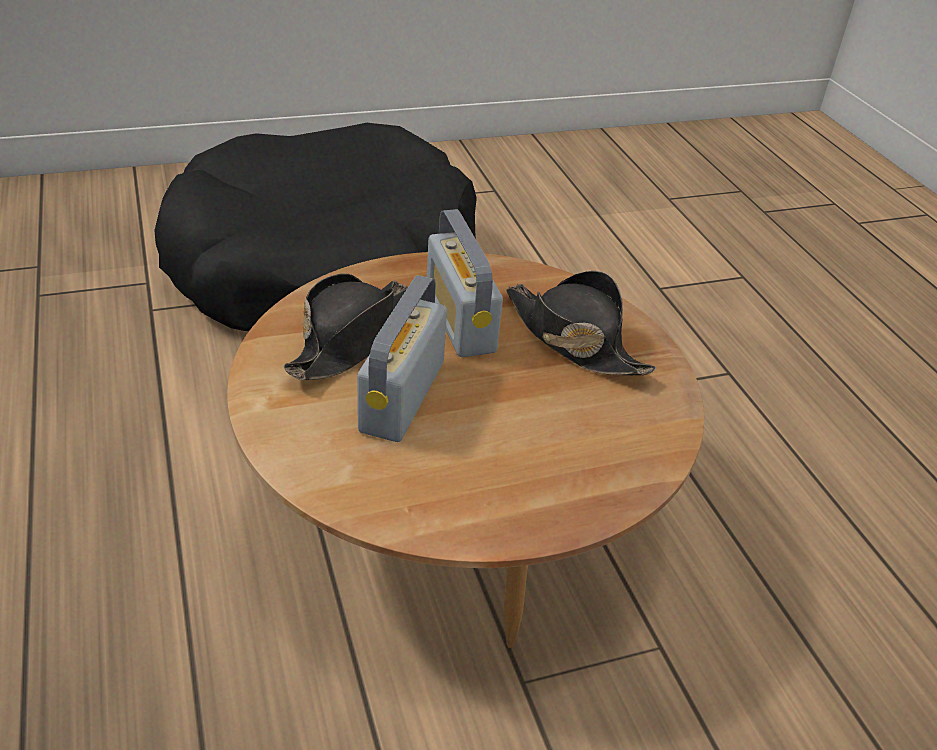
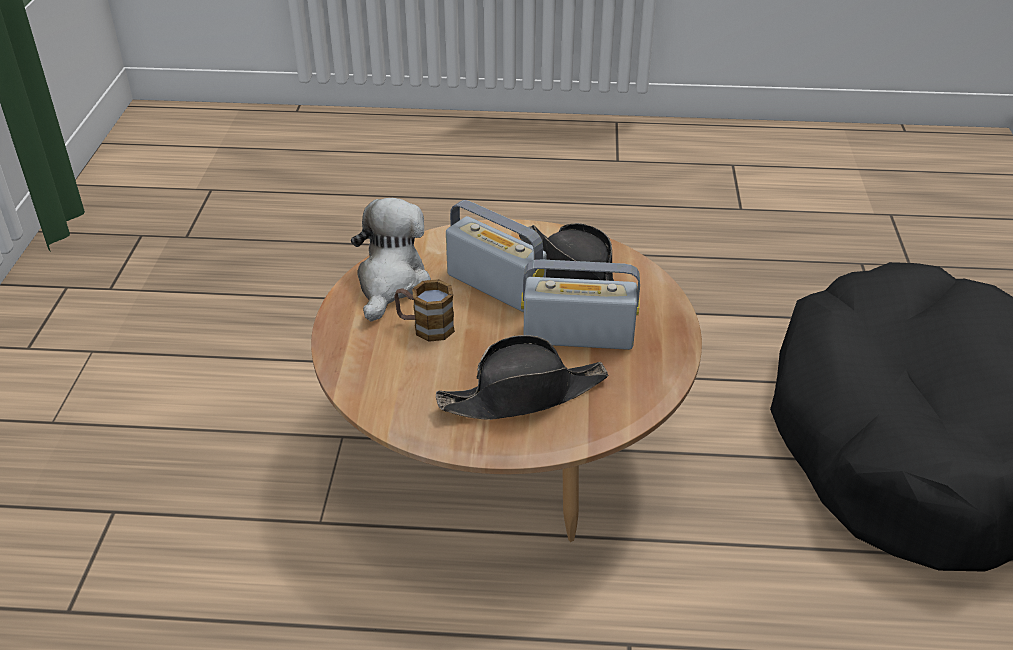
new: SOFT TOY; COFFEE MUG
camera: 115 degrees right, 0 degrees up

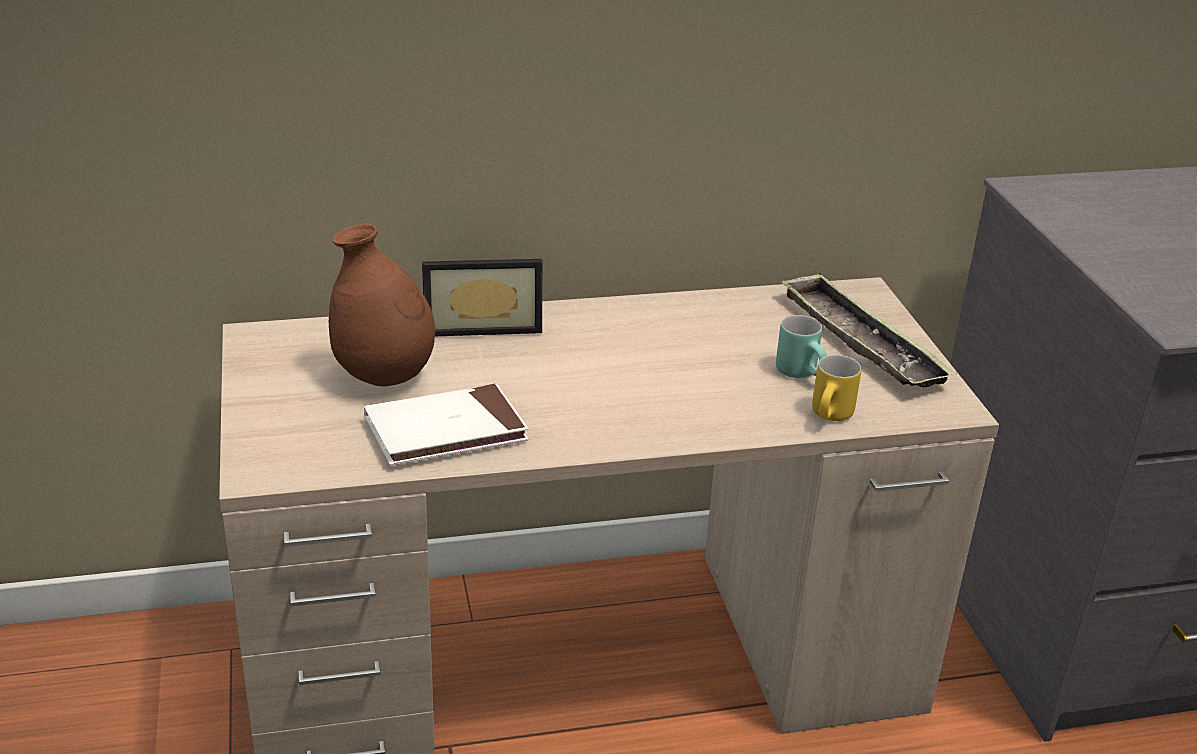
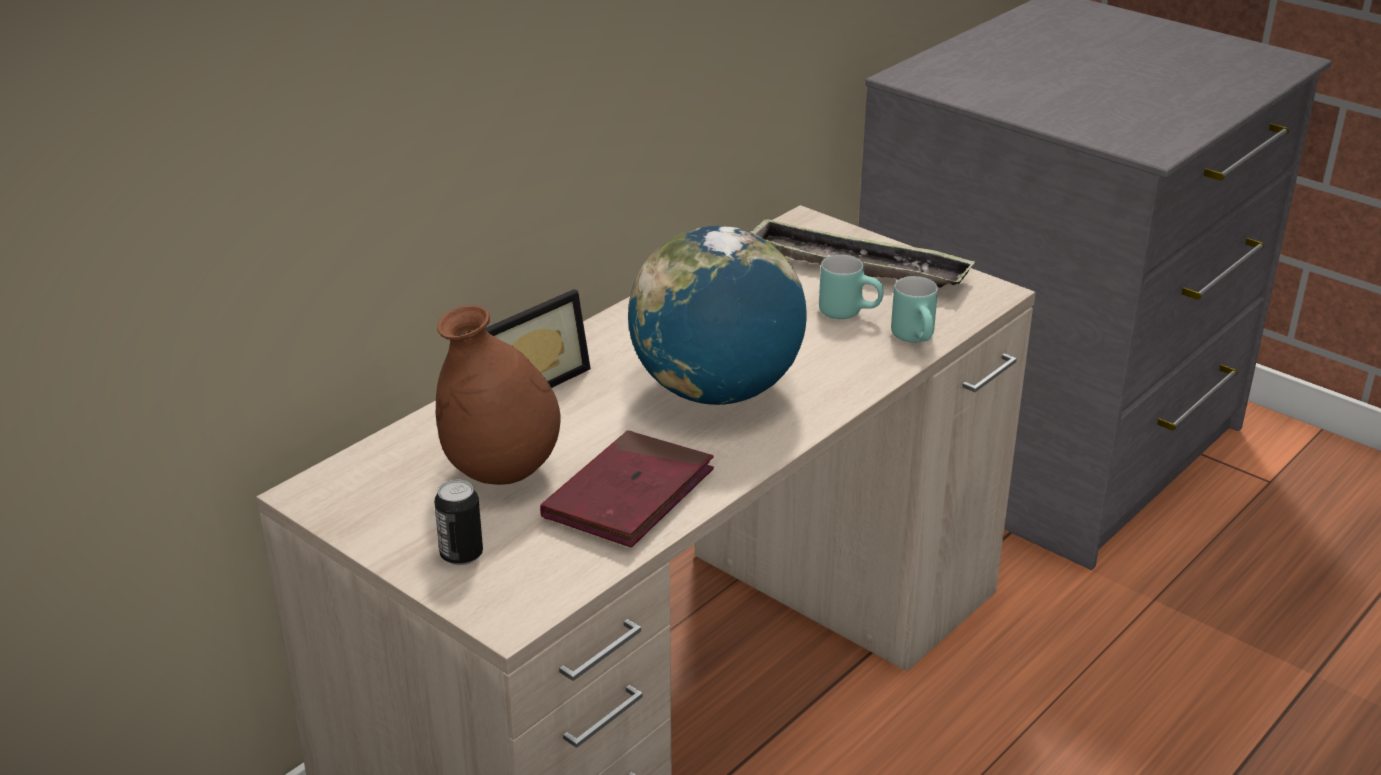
new: CAN; WORLD GLOBE
repainted: WHITE-COLOURED BOUND BOOK to RED-COLOURED BOUND BOOK; YELLOWISH COFFEE MUG to TURQUOISE-COLOURED COFFEE MUG (no. 2 from left)
camera: 35 degrees left, 0 degrees up

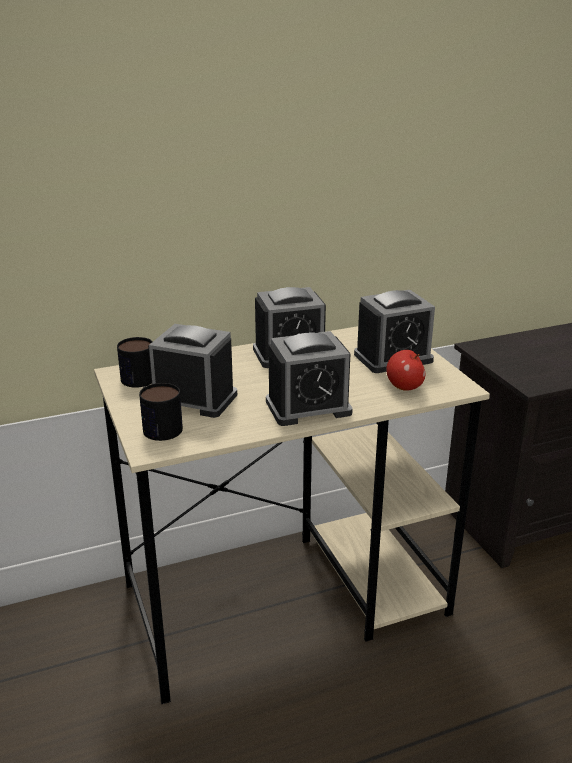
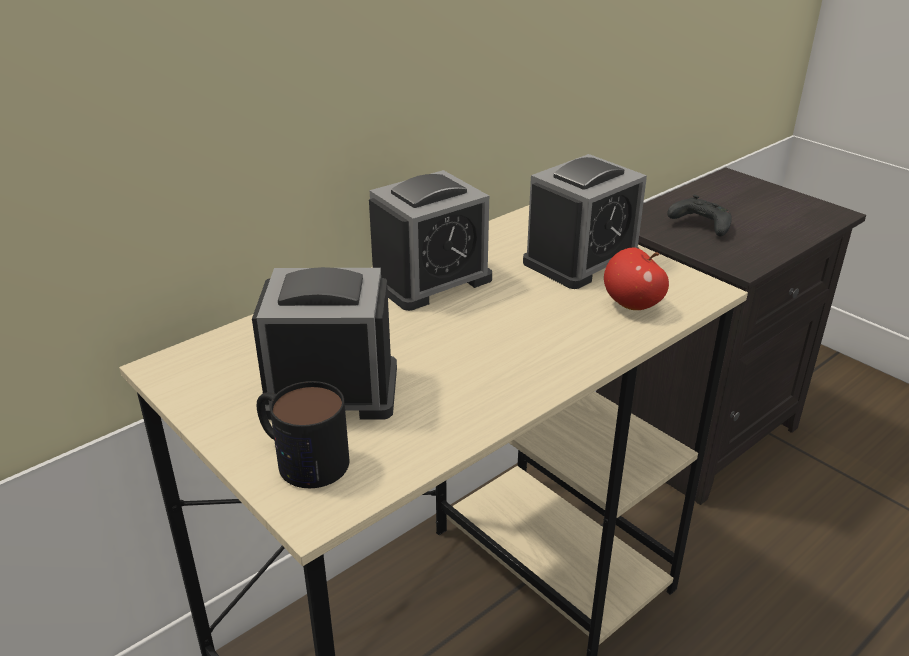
gone: COFFEE MUG (no. 1 from left); BEDSIDE CLOCK (no. 3 from left)
new: BLACKISH JOYPAD
camera: 20 degrees left, 5 degrees up

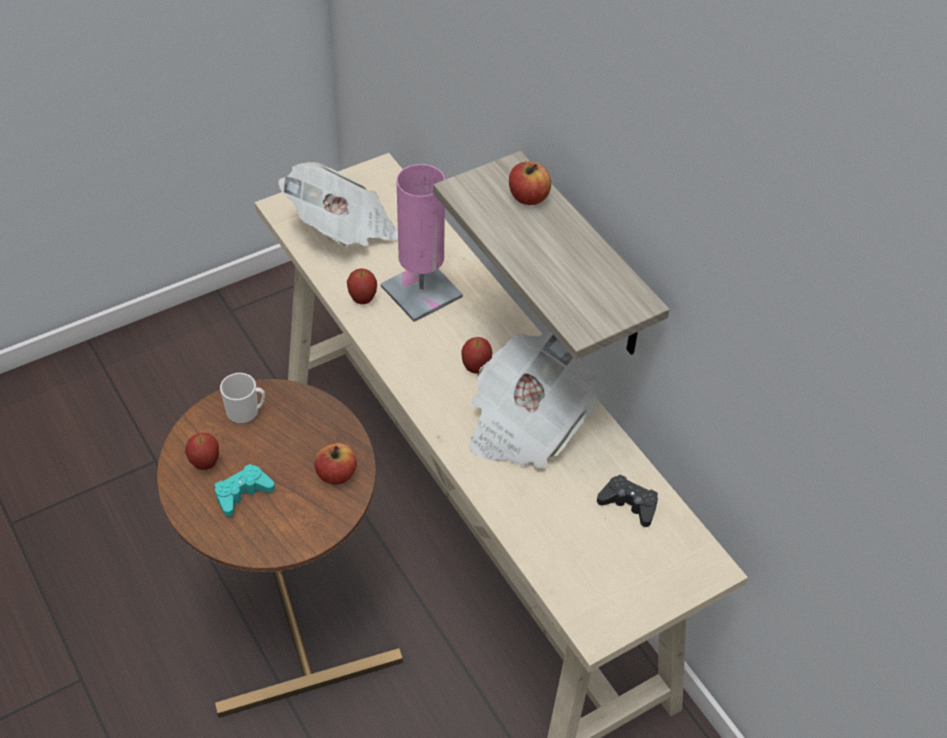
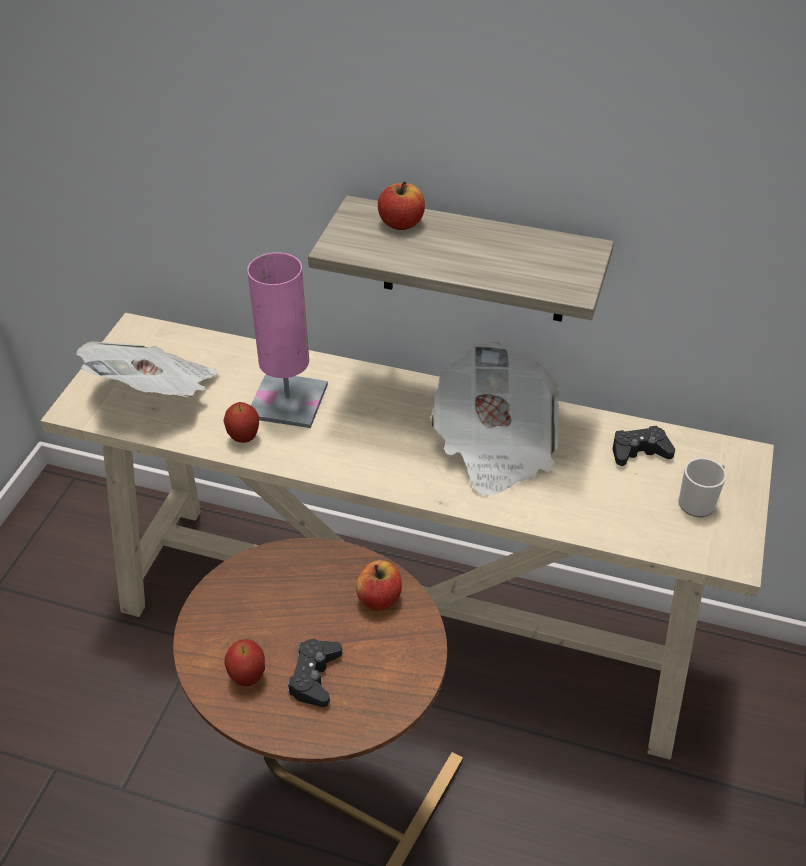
gone: APPLE FRUIT (no. 4 from left)
shifted: COFFEE MUG
repainted: TURQUOISE-COLOURED JOYPAD to BLACKISH JOYPAD (no. 1 from left)
camera: 40 degrees left, 5 degrees down

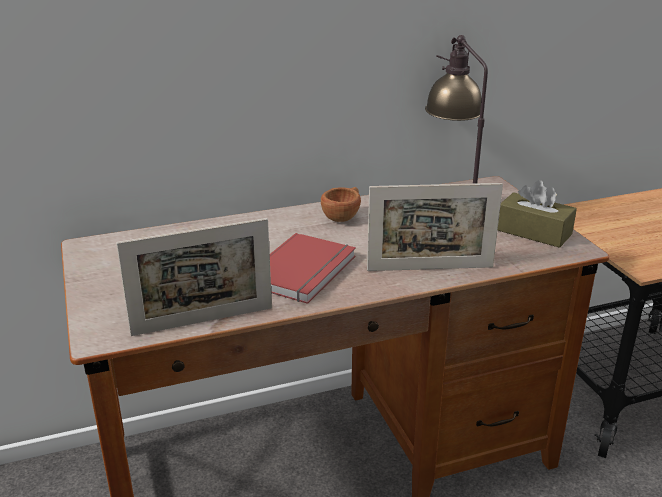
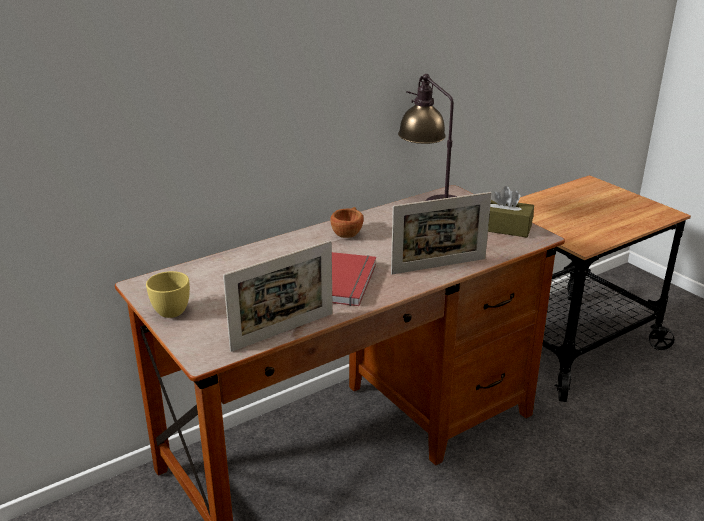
new: YELLOWISH DRINKING CUP
camera: 15 degrees left, 0 degrees up

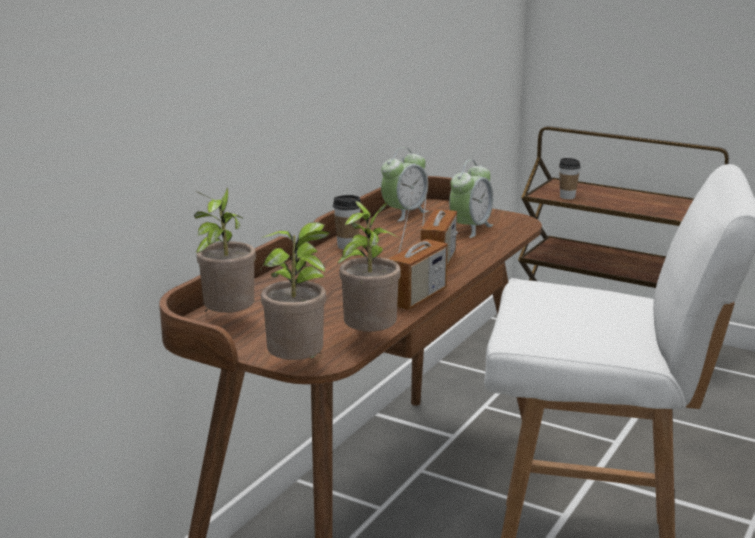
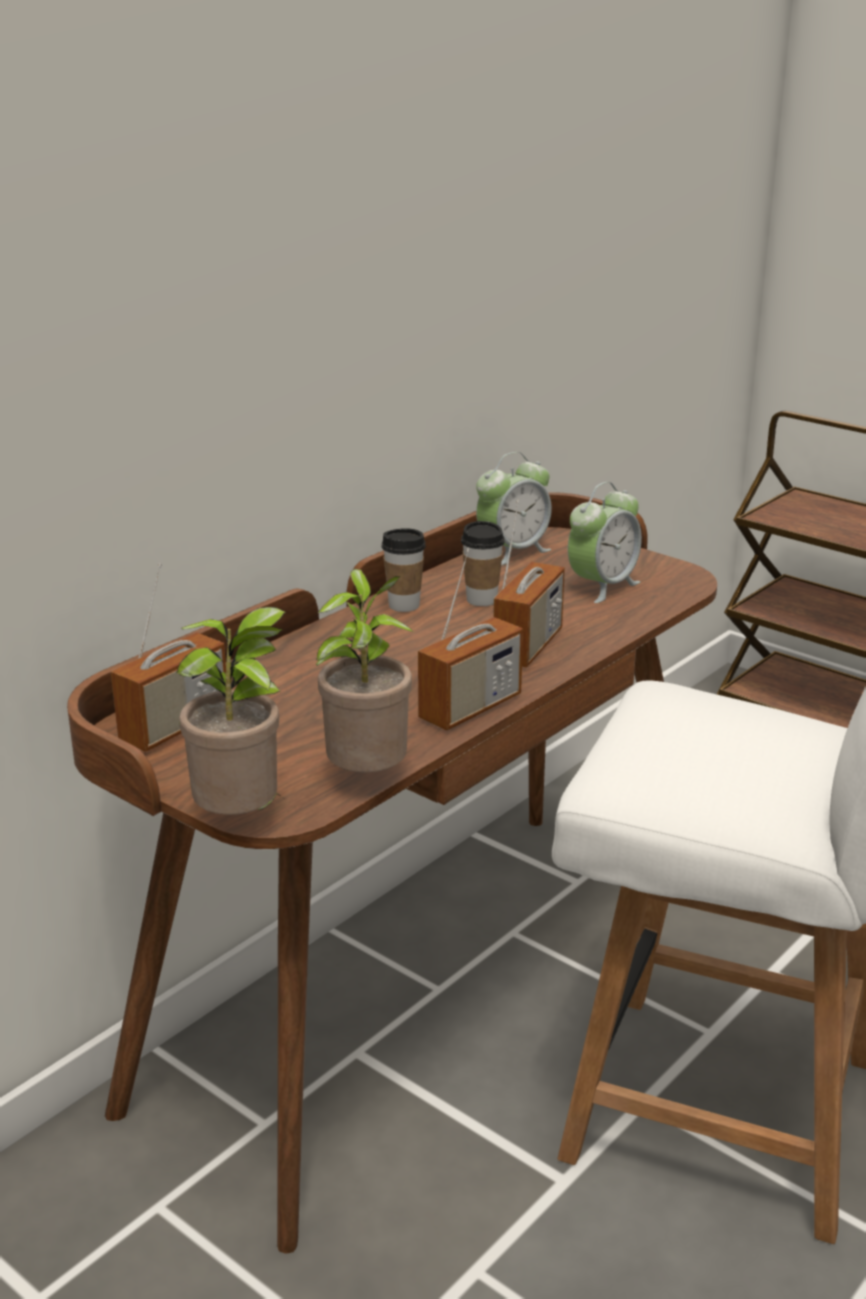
shifted: DRINKING CUP (no. 2 from left)
swapped: HOUSEPLANT (no. 1 from left) to RADIO SET (no. 1 from left)
camera: 10 degrees right, 5 degrees up

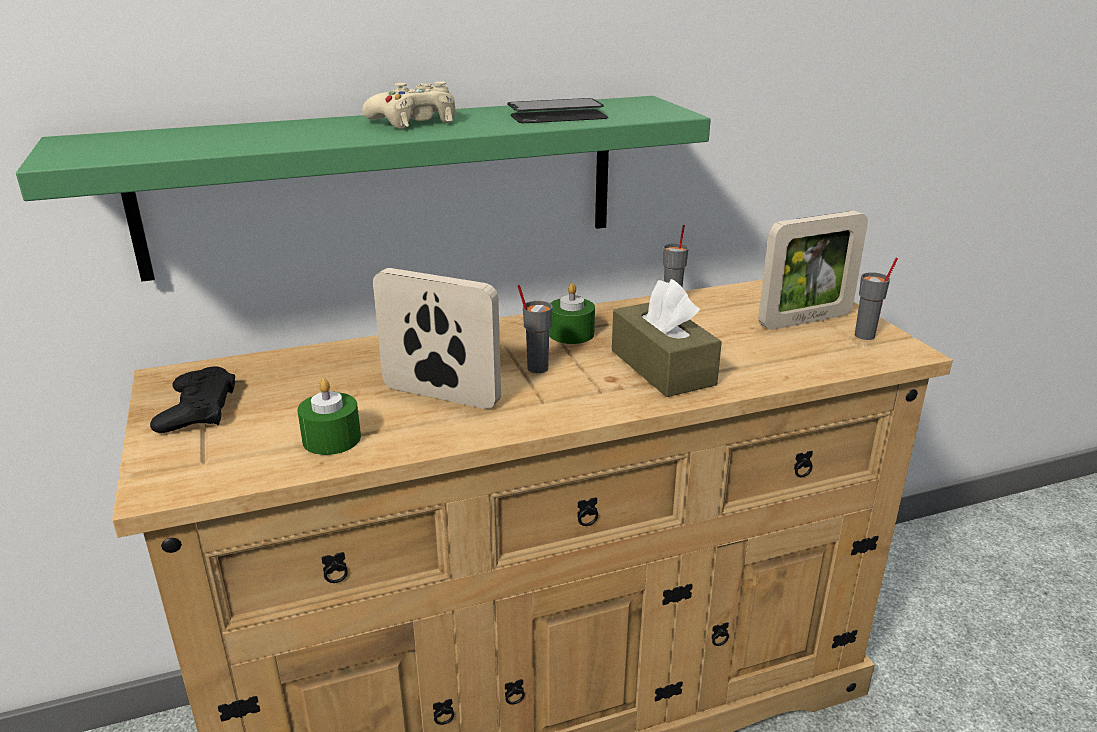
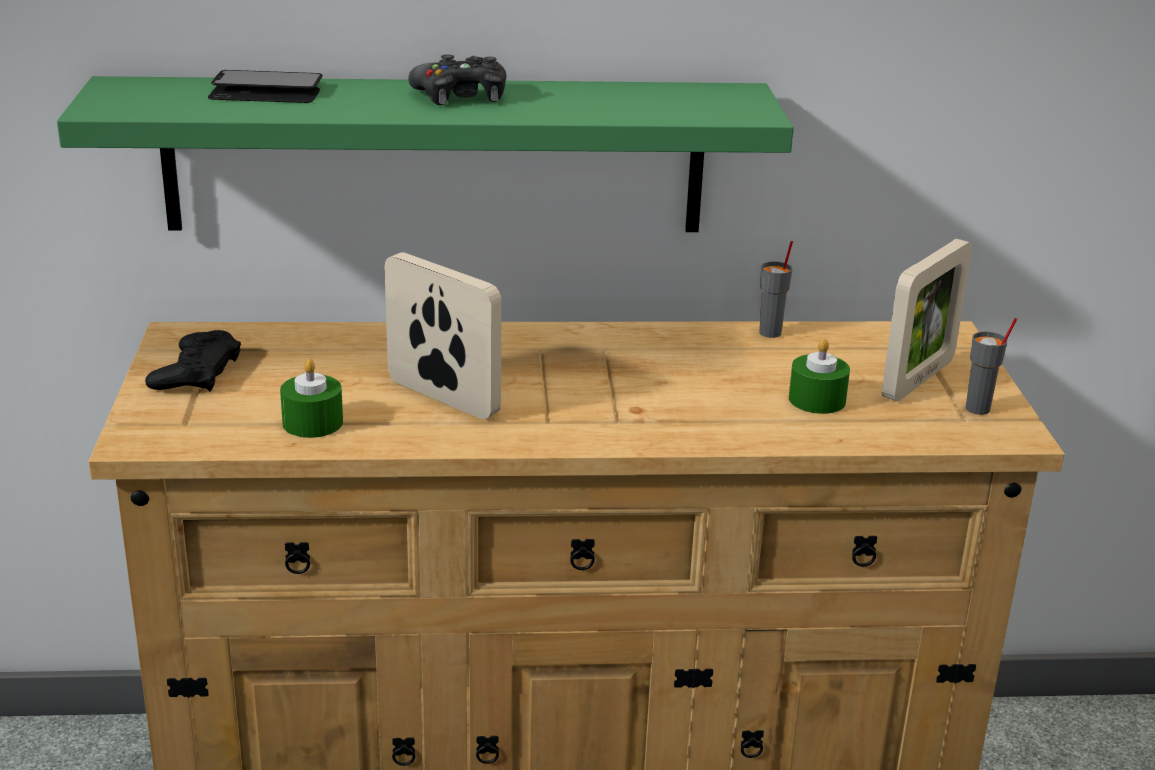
gone: GRAY DRINKING CUP (no. 1 from left); BROWN TISSUE HOLDER
shifted: PHONE; GREENISH WAX CANDLE (no. 2 from left)
repainted: BEIGE-COLOURED JOYPAD to BLACKISH JOYPAD (no. 2 from left)
rotated: PICTURE FRAME (no. 2 from left) 45 degrees counterclockwise
camera: 15 degrees right, 0 degrees up

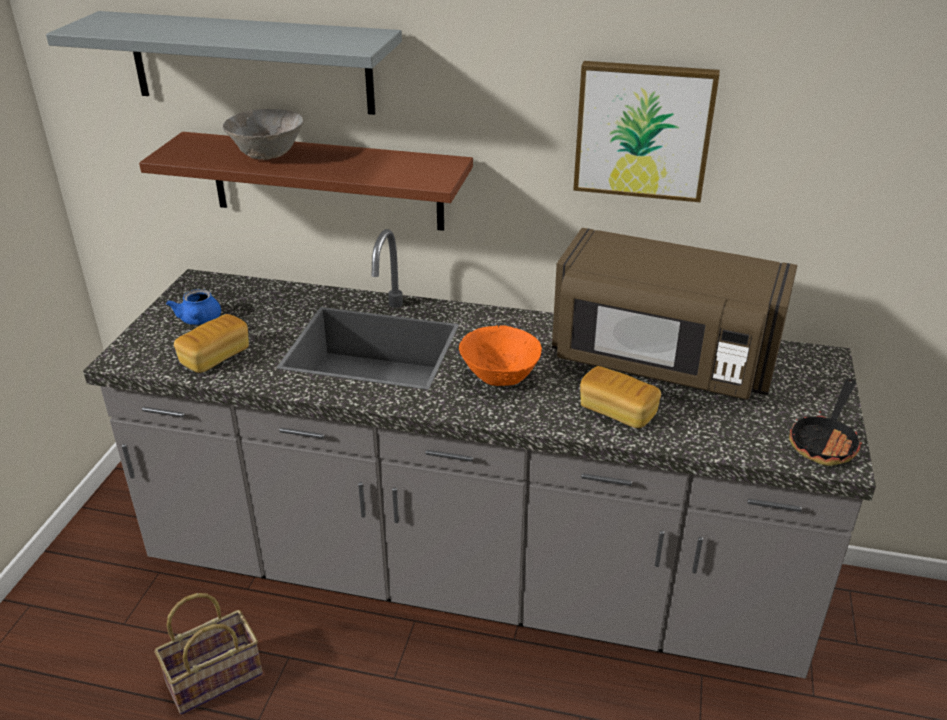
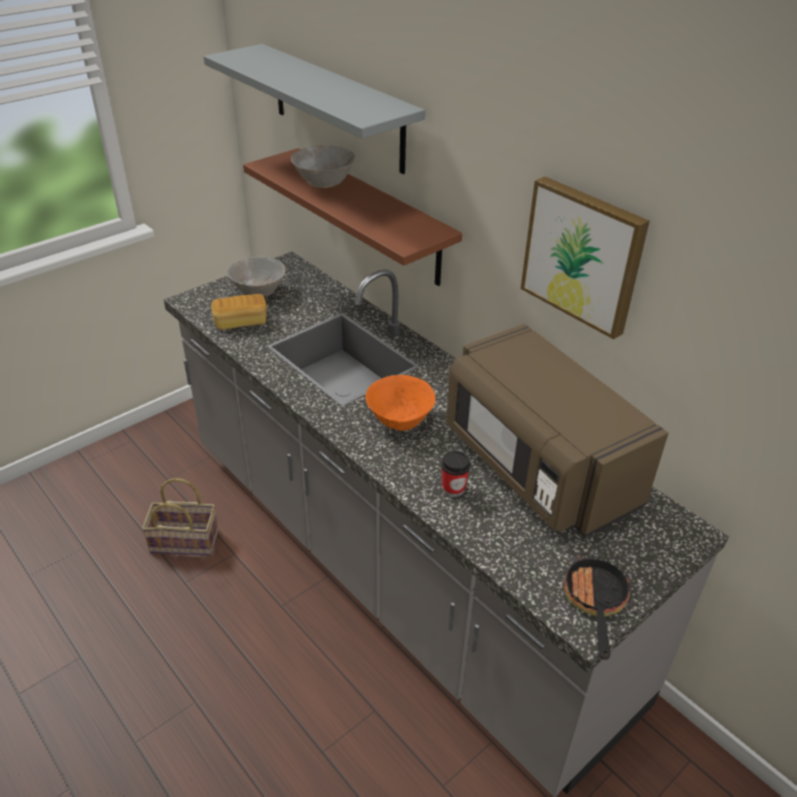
swapped: BLUE POT FOR TEA to GRAY SERVING BOWL (no. 1 from left); BAKERY BREAD (no. 2 from left) to DRINKING CUP
rotated: PAN 120 degrees clockwise
camera: 35 degrees right, 5 degrees up

